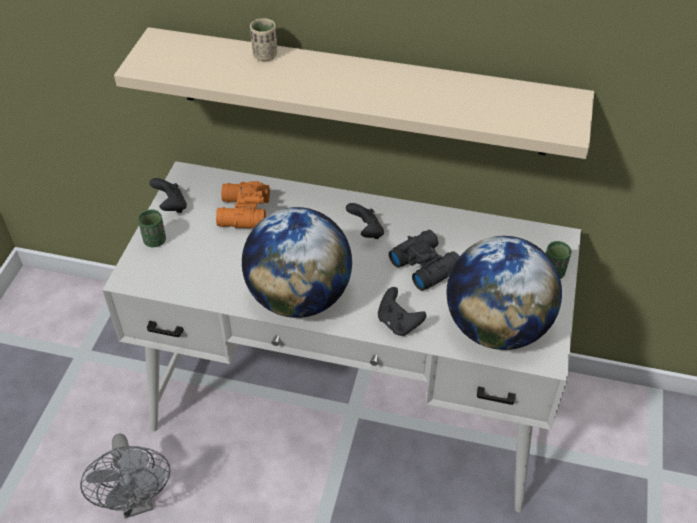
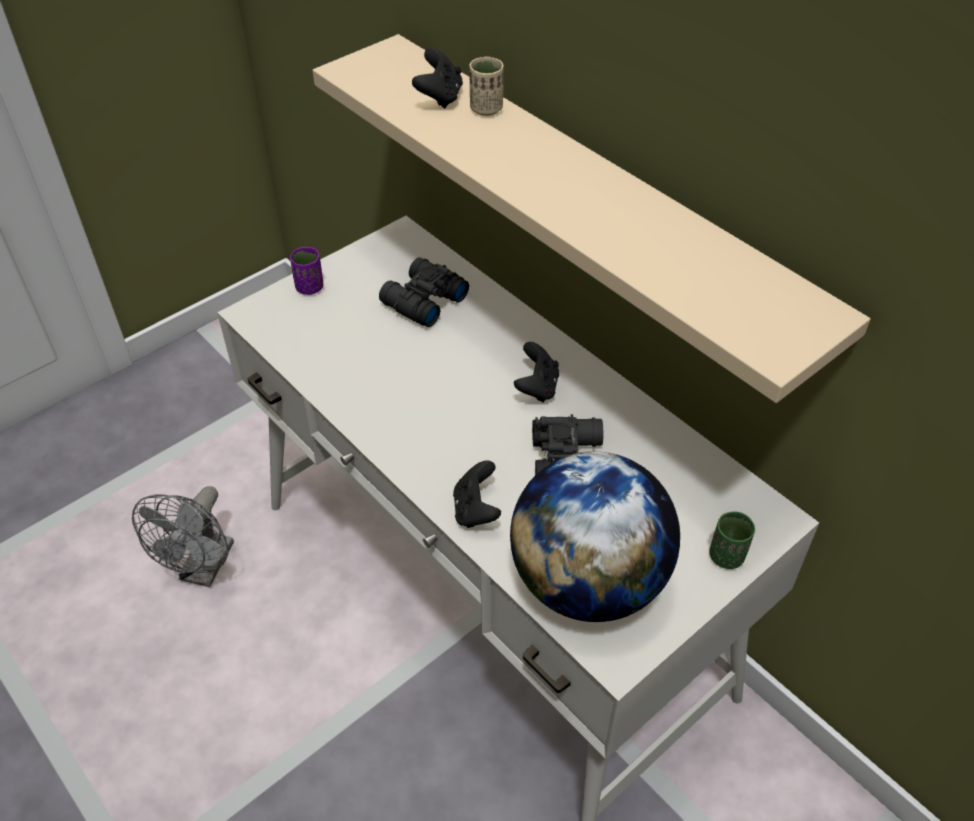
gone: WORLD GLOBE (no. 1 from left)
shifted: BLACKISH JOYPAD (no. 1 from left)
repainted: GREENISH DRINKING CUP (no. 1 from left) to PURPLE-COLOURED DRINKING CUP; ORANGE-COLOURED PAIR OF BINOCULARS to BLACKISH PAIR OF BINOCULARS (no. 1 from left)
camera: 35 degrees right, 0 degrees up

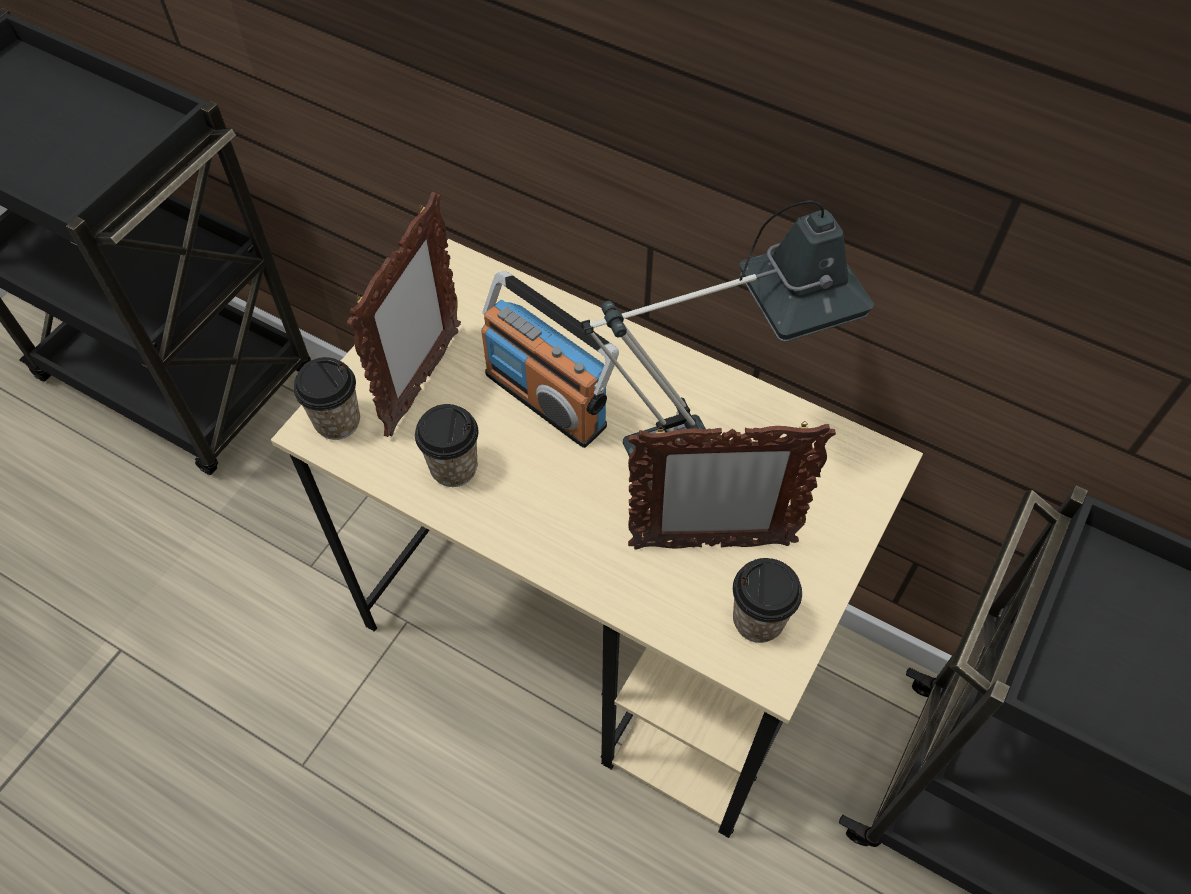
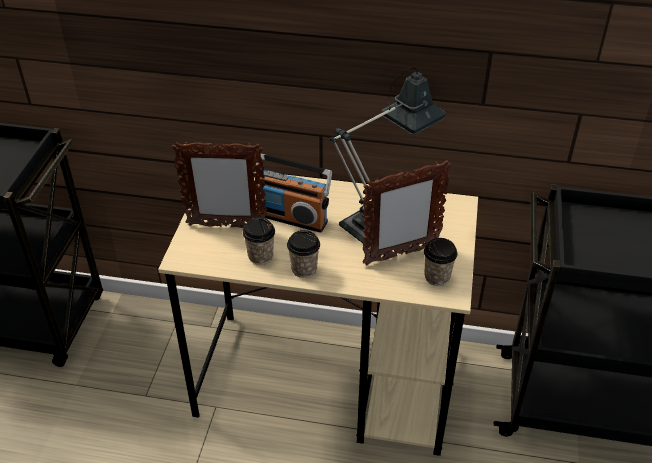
shifted: DRINKING CUP (no. 1 from left in the first image) to DRINKING CUP (no. 2 from left)
rotated: PICTURE FRAME (no. 1 from left) 90 degrees clockwise
camera: 20 degrees left, 15 degrees down

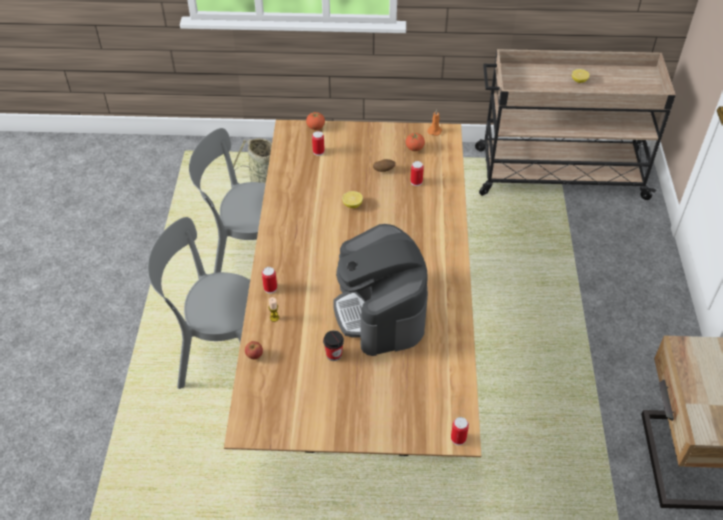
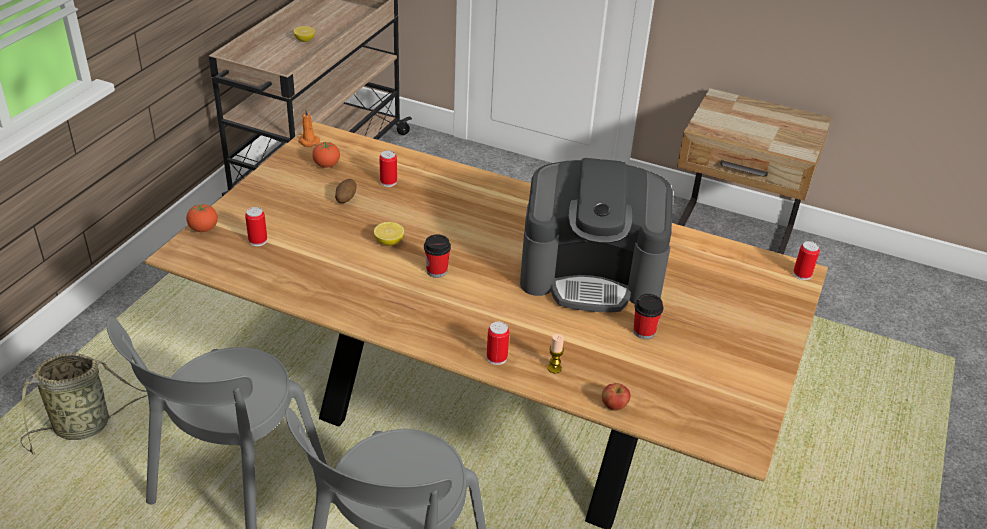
new: DRINKING CUP (no. 1 from left)
camera: 70 degrees left, 10 degrees down

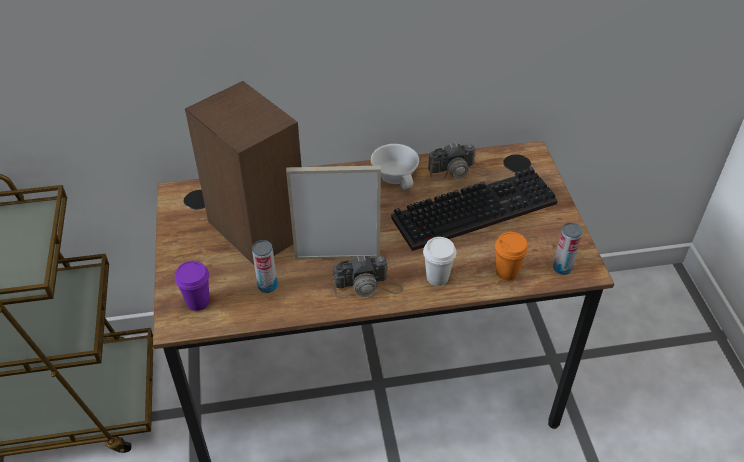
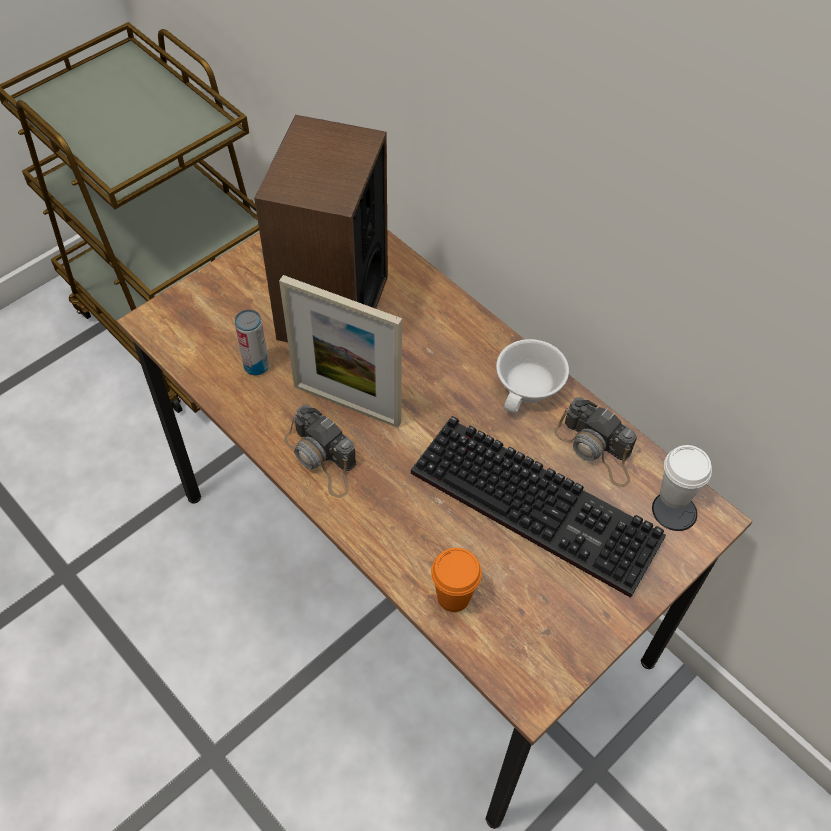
gone: PURPLE-COLOURED DRINKING CUP; CAN (no. 2 from left)
shifted: WHITE-COLOURED DRINKING CUP (no. 2 from left)
rotated: PICTURE FRAME 150 degrees clockwise
camera: 55 degrees right, 10 degrees up

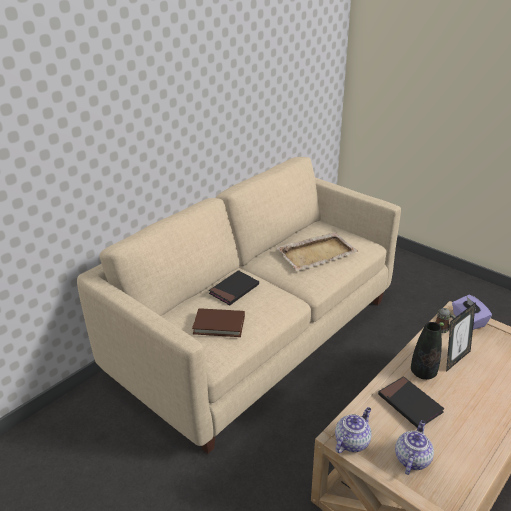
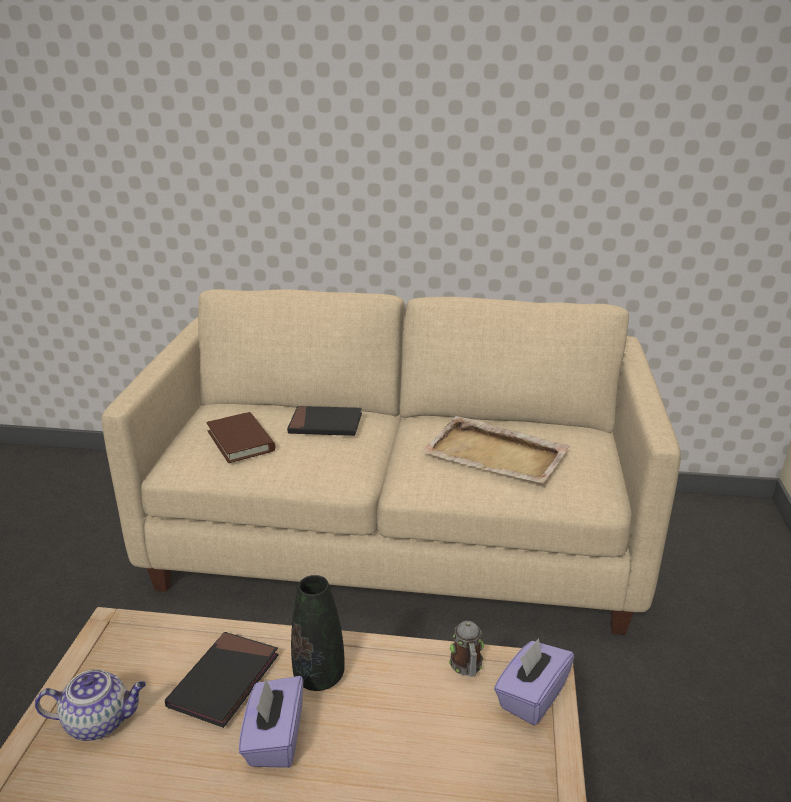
gone: POT FOR TEA (no. 1 from left); PICTURE FRAME
new: PURPLE-COLOURED TISSUE HOLDER (no. 1 from left)
camera: 55 degrees right, 5 degrees down

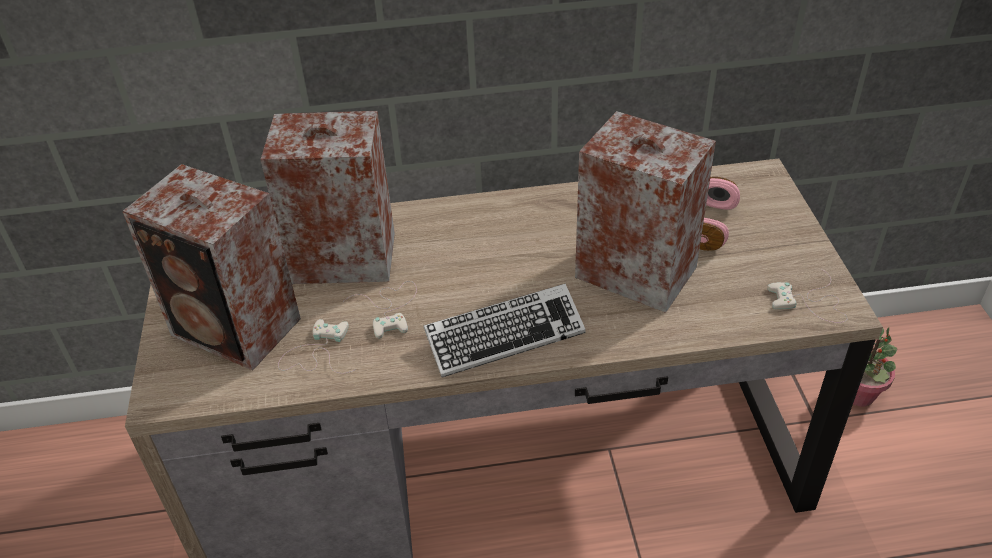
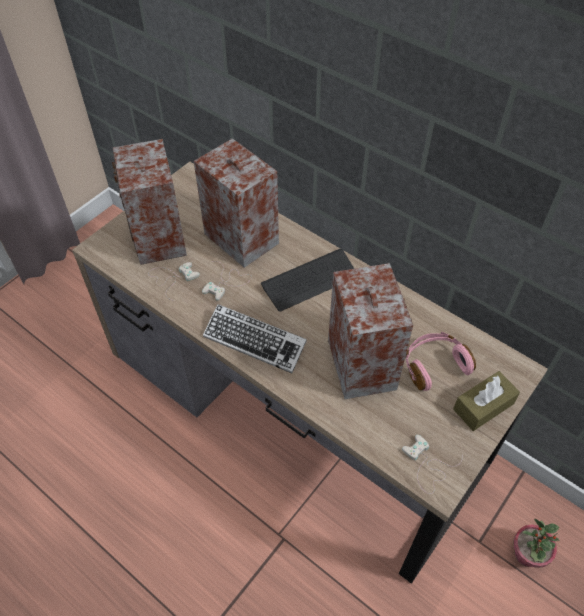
new: COMPUTER KEYBOARD (no. 2 from left); BROWN TISSUE HOLDER
camera: 45 degrees right, 10 degrees up

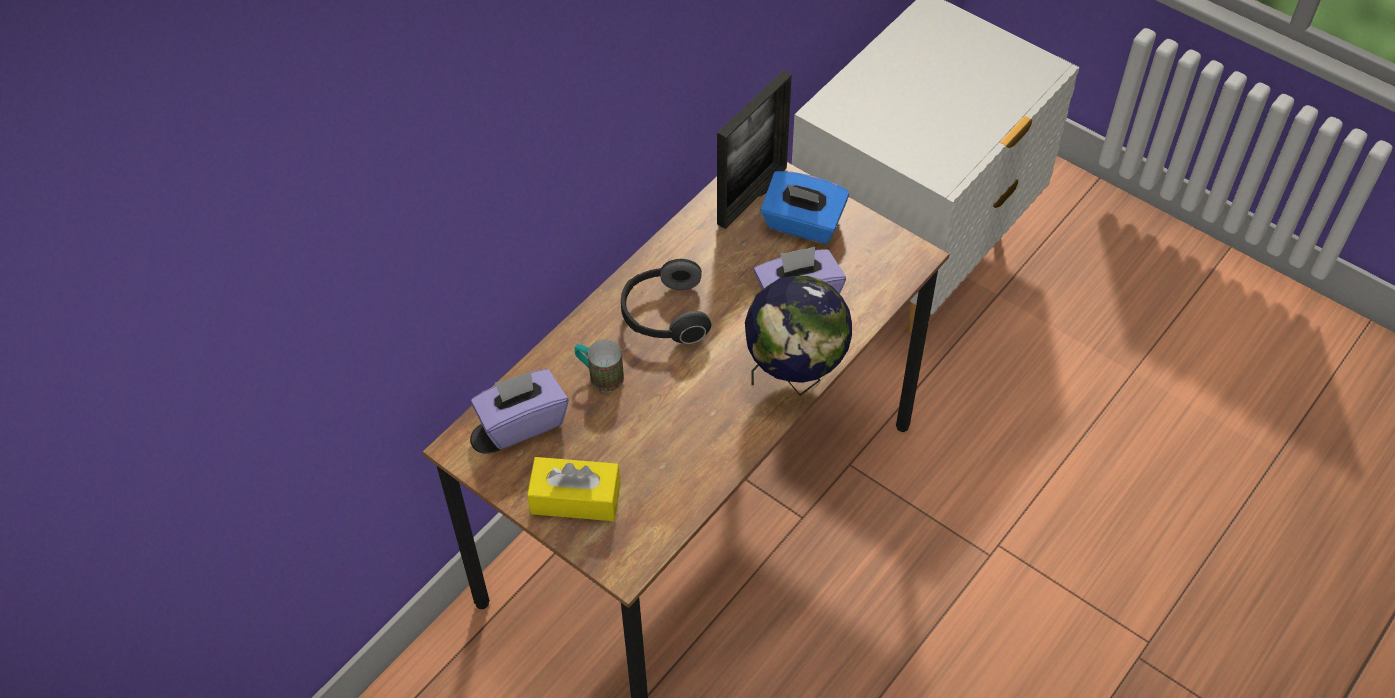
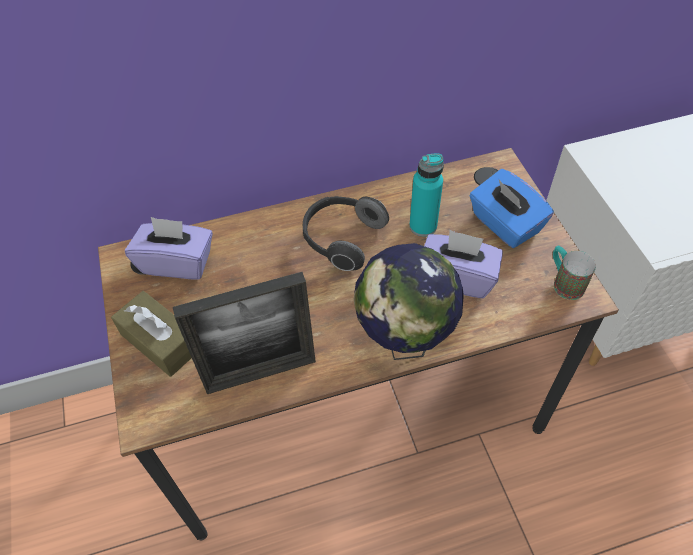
new: TURQUOISE-COLOURED BOTTLE
shifted: PICTURE FRAME; COFFEE MUG
repainted: YELLOWISH TISSUE HOLDER to BROWN TISSUE HOLDER
camera: 35 degrees right, 0 degrees up

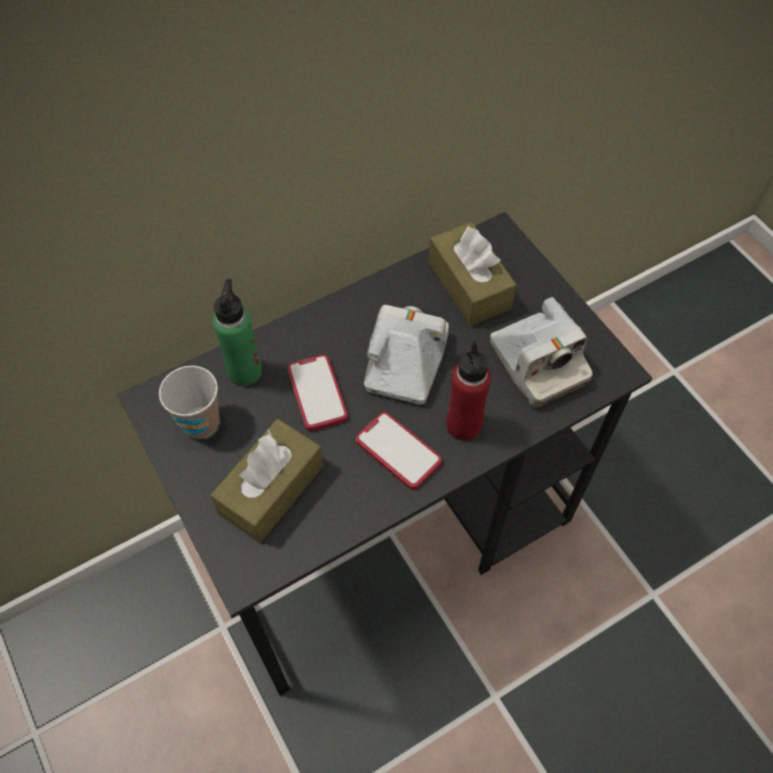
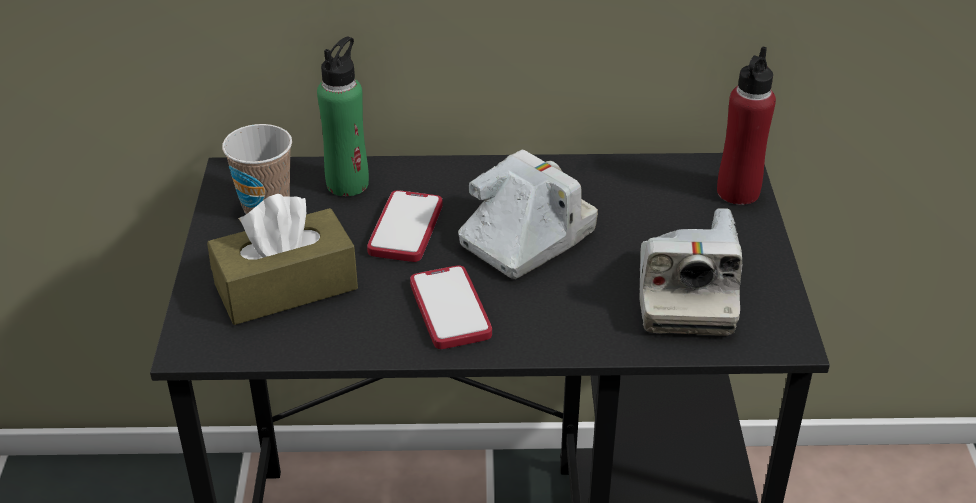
gone: BROWN TISSUE HOLDER (no. 2 from left)
shifted: RED-COLOURED BOTTLE
camera: 30 degrees right, 20 degrees down

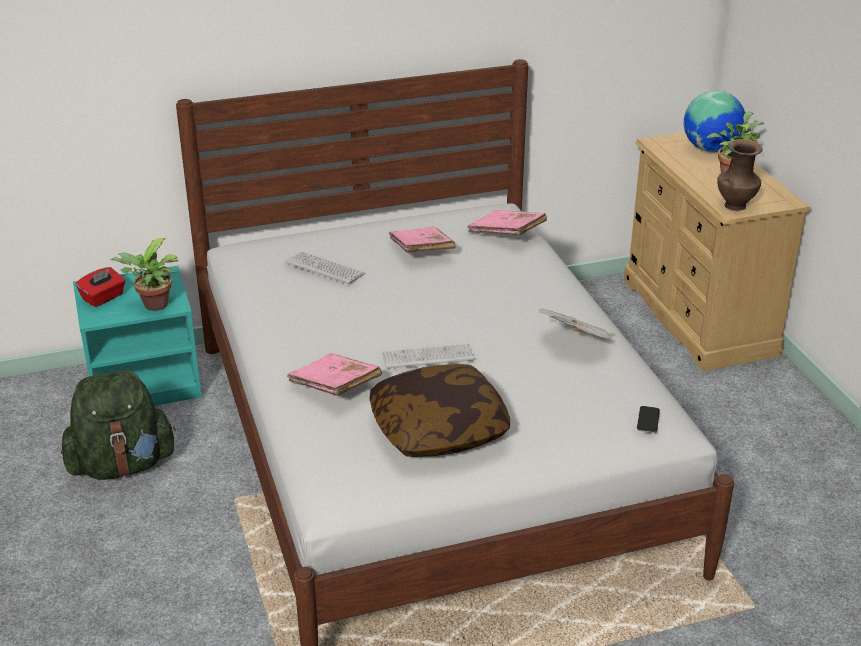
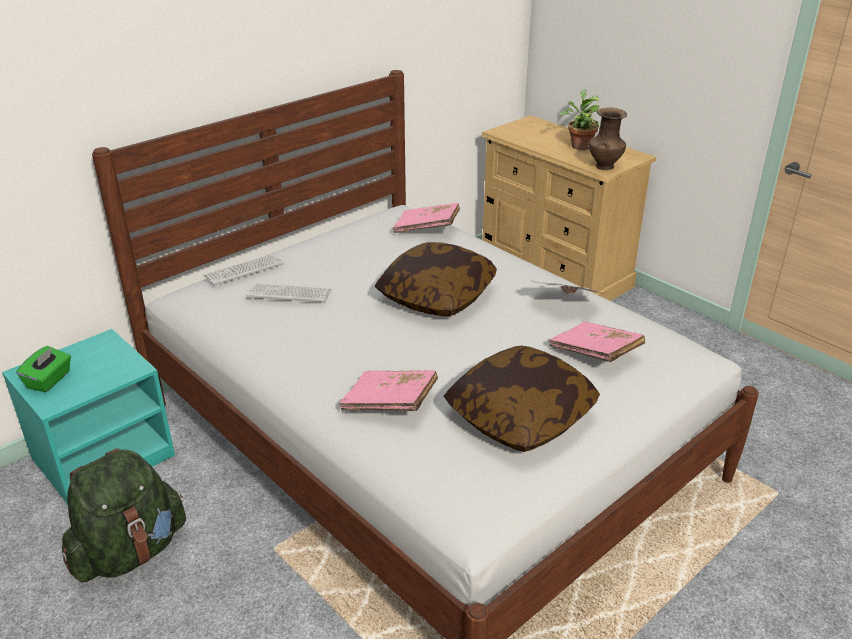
gone: HOUSEPLANT (no. 1 from left); PHONE; WORLD GLOBE
new: CUSHION (no. 1 from left)
shifted: COMPUTER KEYBOARD (no. 2 from left in the first image) to COMPUTER KEYBOARD (no. 1 from left); PINKISH BOUND BOOK (no. 2 from left in the first image) to PINKISH BOUND BOOK (no. 3 from left)
repainted: RED-COLOURED TISSUE HOLDER to GREENISH TISSUE HOLDER
camera: 25 degrees left, 0 degrees up

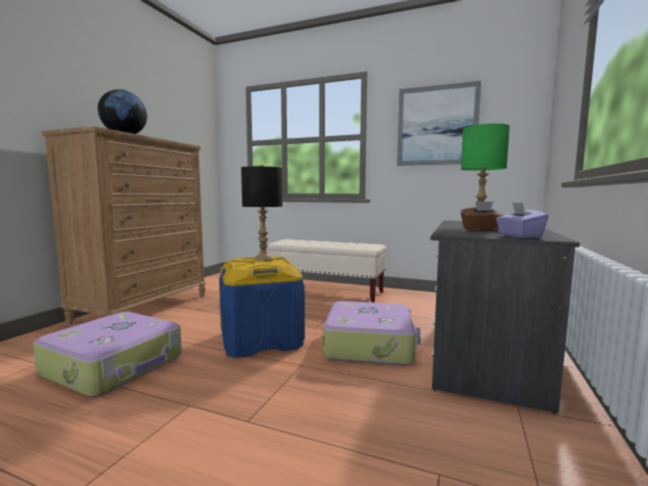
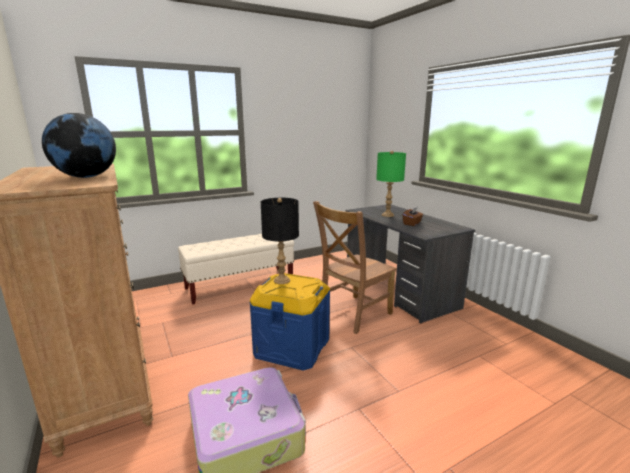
gone: WALL ART; PURPLE-COLOURED TISSUE HOLDER
swapped: TRAVEL CASE (no. 2 from left) to BROWN UPRIGHT CHAIR
camera: 50 degrees left, 10 degrees up

